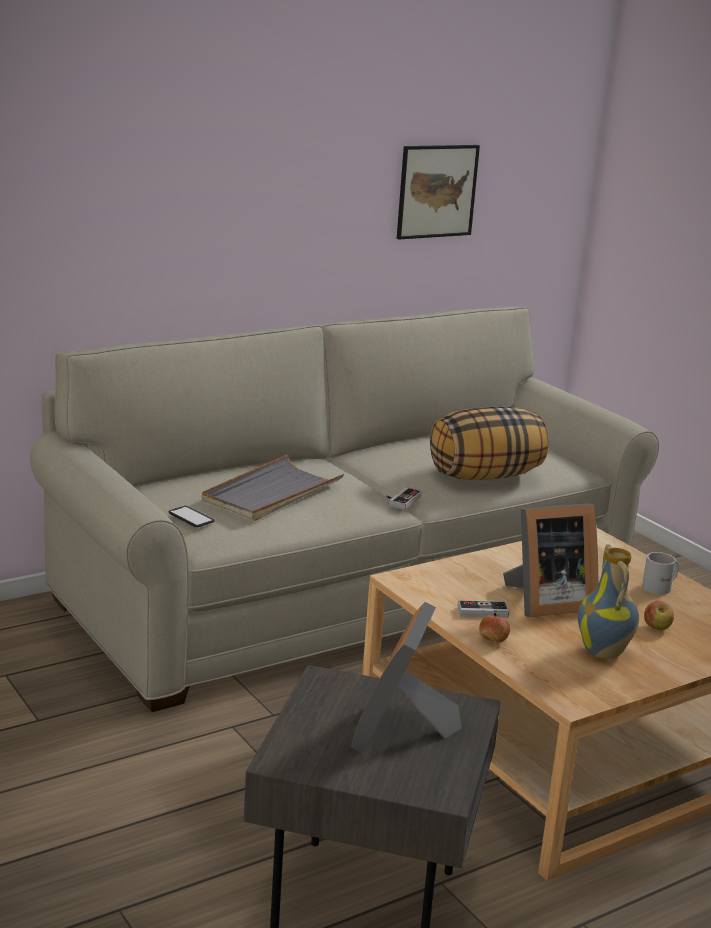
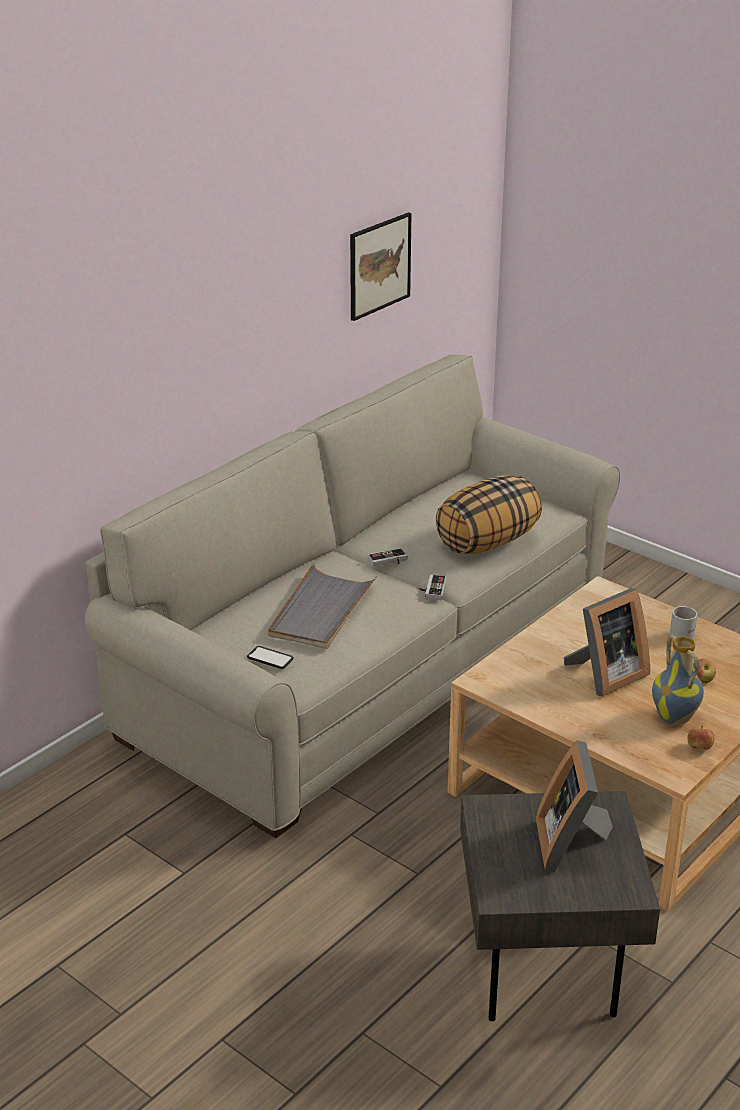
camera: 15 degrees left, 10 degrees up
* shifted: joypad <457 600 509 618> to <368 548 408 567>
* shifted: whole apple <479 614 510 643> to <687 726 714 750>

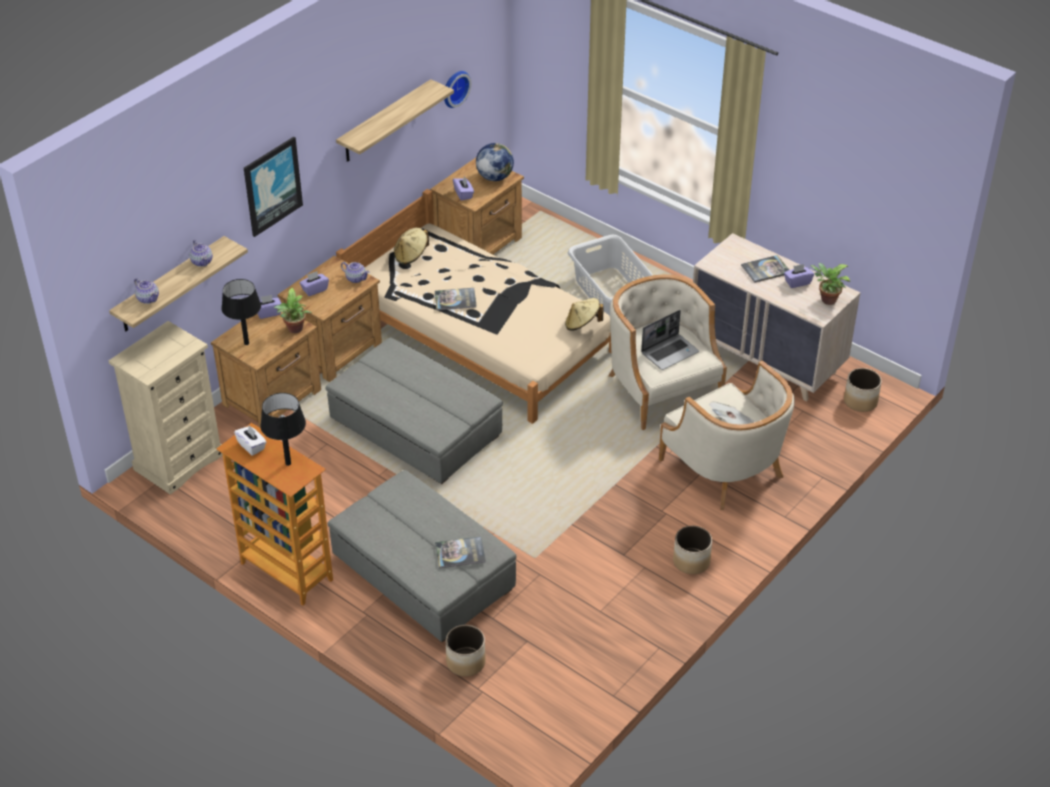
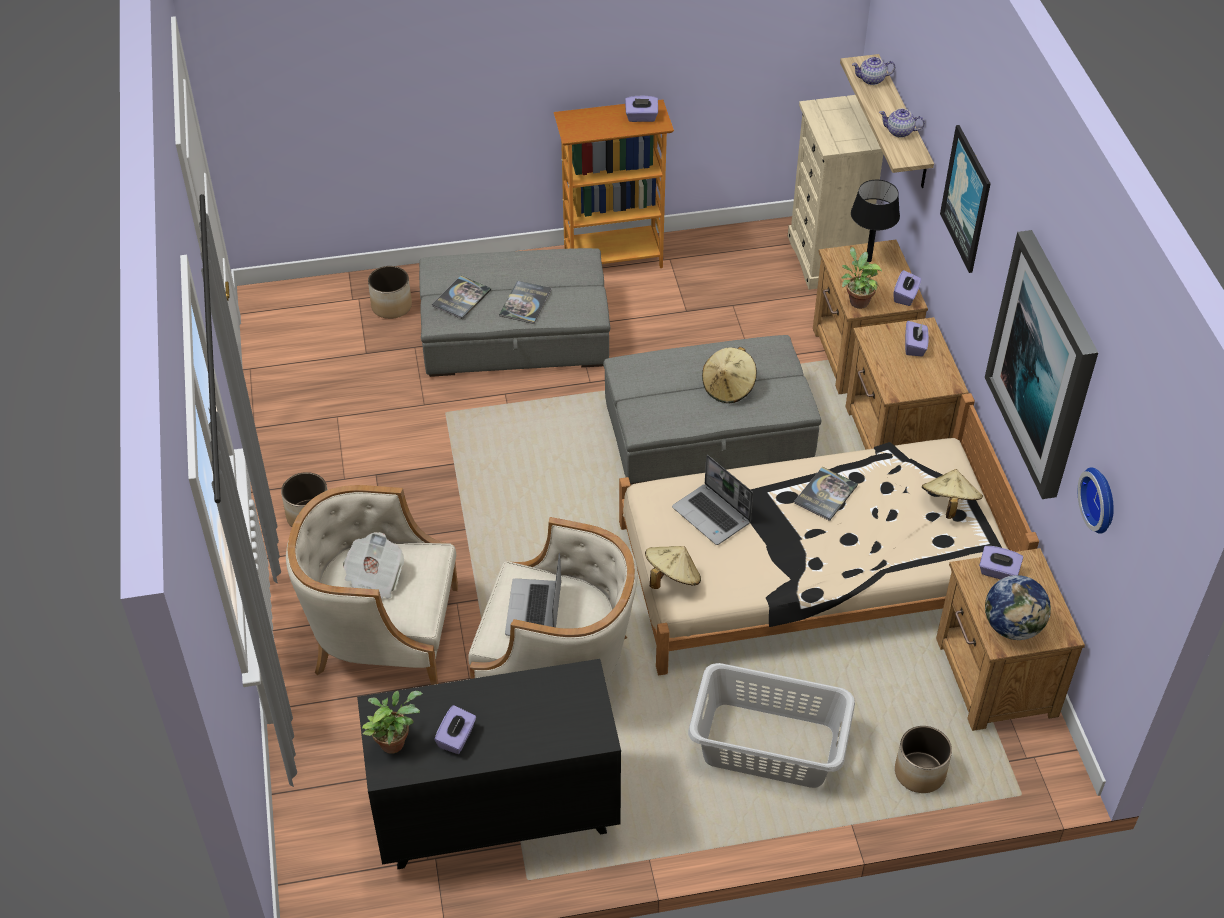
camera: 130 degrees right, 5 degrees up
* swapped: wall shelf <336 79 454 162> to wall picture <985 230 1098 499>
* repainted: dresser in beige <693 233 860 401> to dresser in black <357 659 621 869>
* shifted: book <741 255 789 283> to <499 281 551 324>
* gone: teapot <341 262 369 283>
* shifted: planter <844 368 882 412> to <895 726 952 793>
* gone: table lamp in black <260 393 306 466>
* repainted: tissue box in whitish <234 425 267 456> to tissue box in purple <625 96 658 122>
* new: hat in beige <702 347 757 403>
* new: laptop <672 455 753 545>

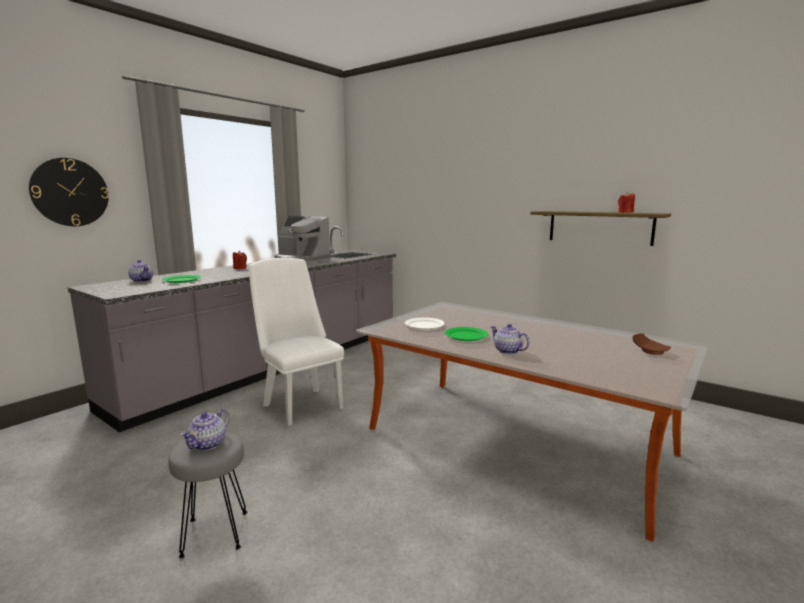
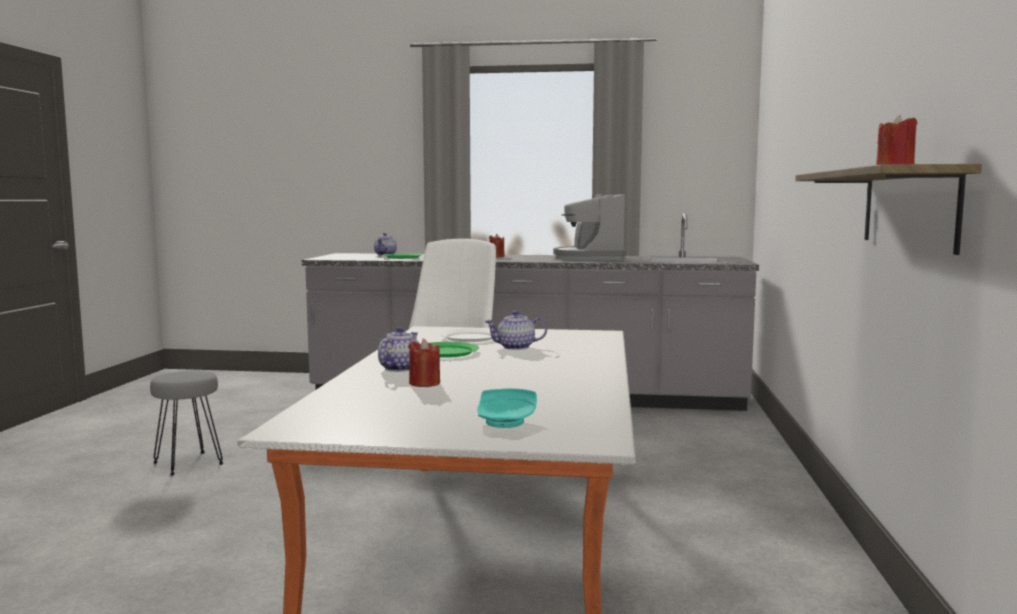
camera: 60 degrees right, 5 degrees down
* gone: wall clock <29 158 109 226>
* repainted: flat dish in brownish <632 333 671 355> to flat dish in turquoise <478 388 537 428>
* shifted: teapot <180 409 229 450> to <485 311 547 350>
* new: wax light in red <408 339 440 387>

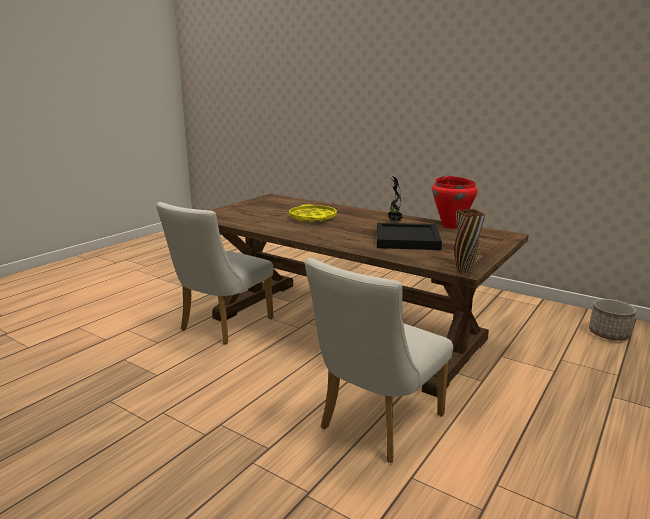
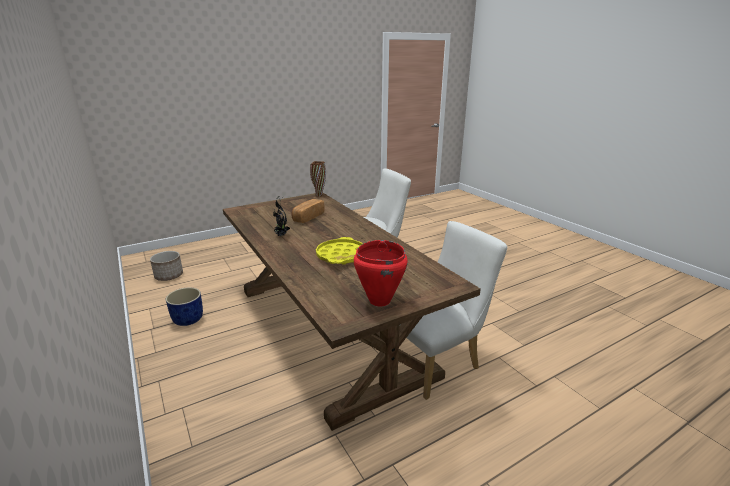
camera: 155 degrees left, 5 degrees up
* shifted: saucepot in red <432 176 477 229> to <354 240 408 306>
* swapped: carrying tray in black <377 223 442 250> to bread <292 199 325 223>
* new: planter in blue-coloured <166 287 203 326>

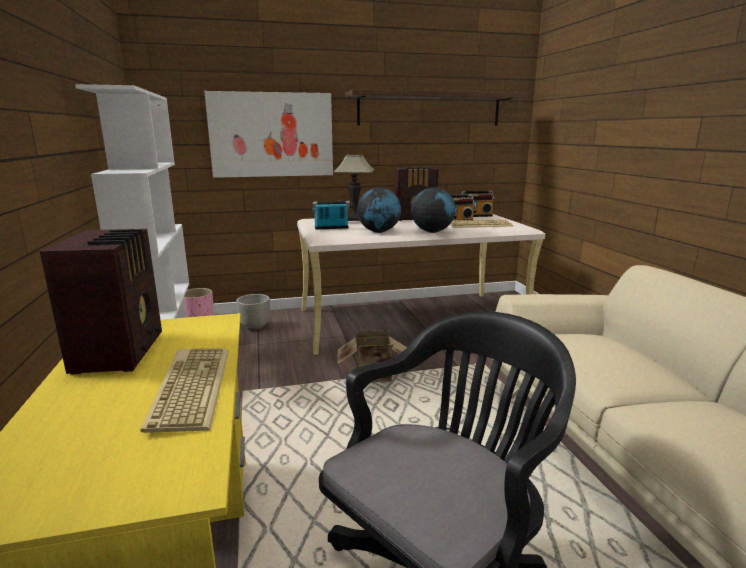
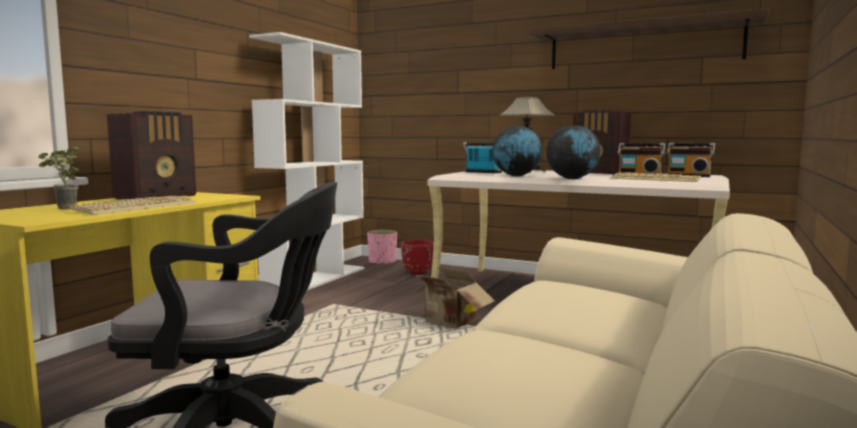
camera: 40 degrees right, 10 degrees down
* gone: wall picture <204 91 333 178>
* repainted: planter in greyish <236 294 270 330> to planter in red <401 240 434 275>
* new: potted plant <38 147 80 210>

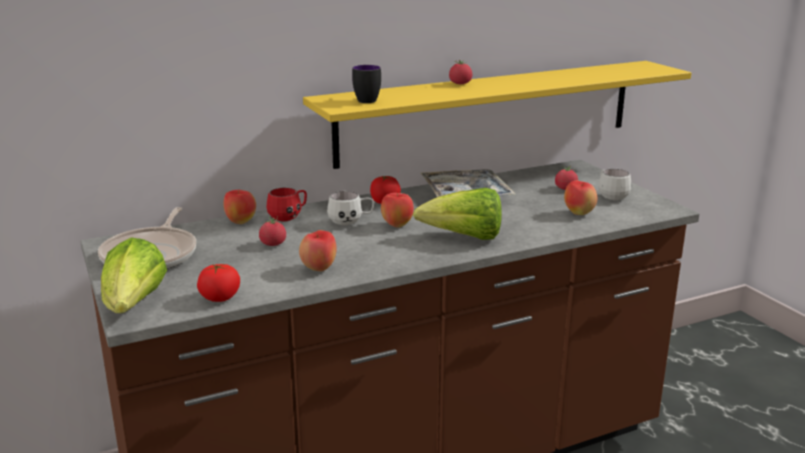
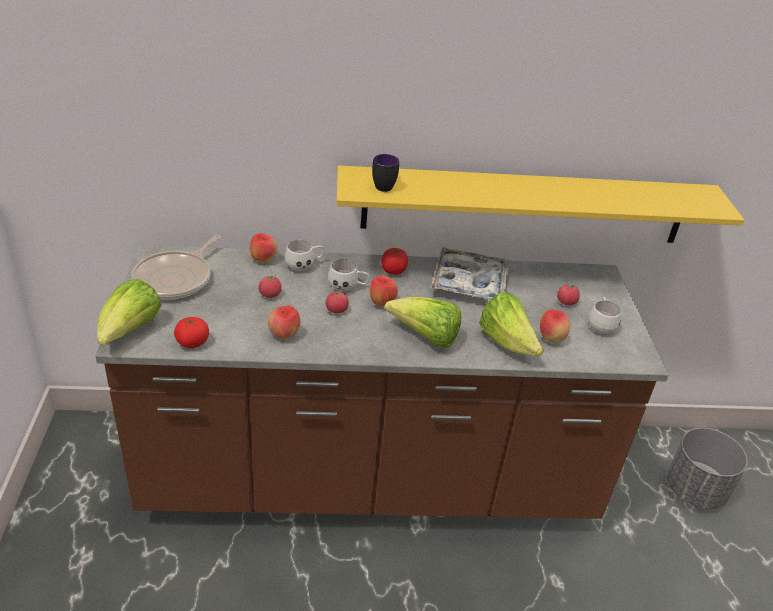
camera: 20 degrees right, 15 degrees up
* shifted: tomato <449 60 472 84> to <326 288 349 313>
* repainted: mug in red <267 187 307 221> to mug in whitish <285 240 324 271>
* new: lettuce head <479 292 544 356>
* new: planter in greyish <667 428 748 509>

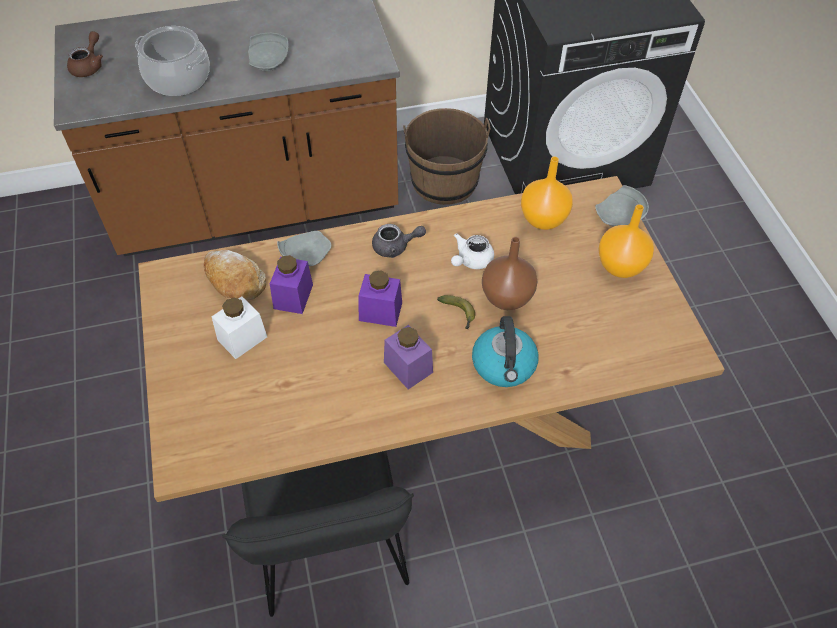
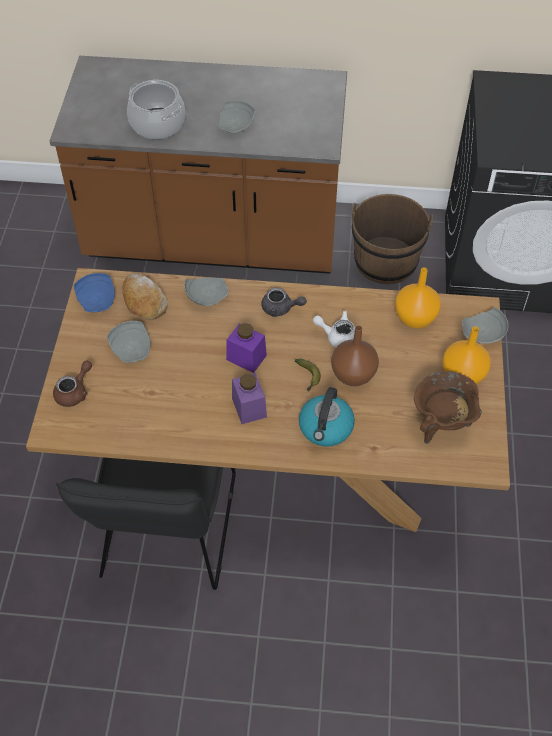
camera: 20 degrees right, 0 degrees up
* shifted: teapot in brownish <67 31 103 77> to <53 360 92 407>
* rotated: teapot in whitish <451 233 494 269> = <313 311 355 347> 45 degrees clockwise
* gone: jar in purple <270 255 313 314>
* swapped: jar in whitish <212 297 267 359> to flat dish in greyish <107 321 150 363>
* new: flat dish in blue-coloured <74 273 115 312>
* new: saucepot in brownish <414 371 482 444>

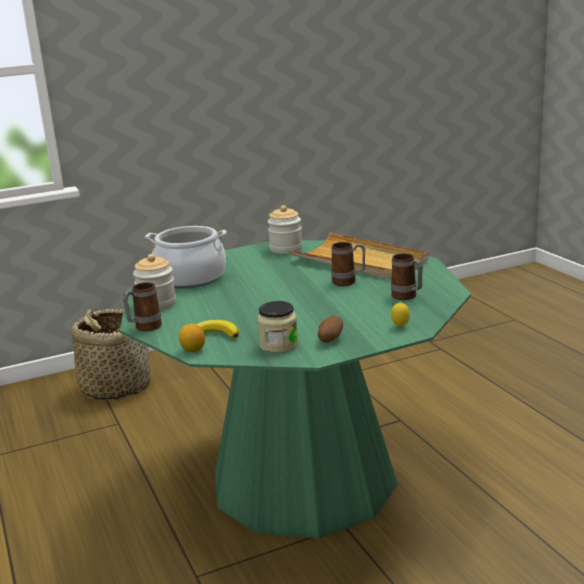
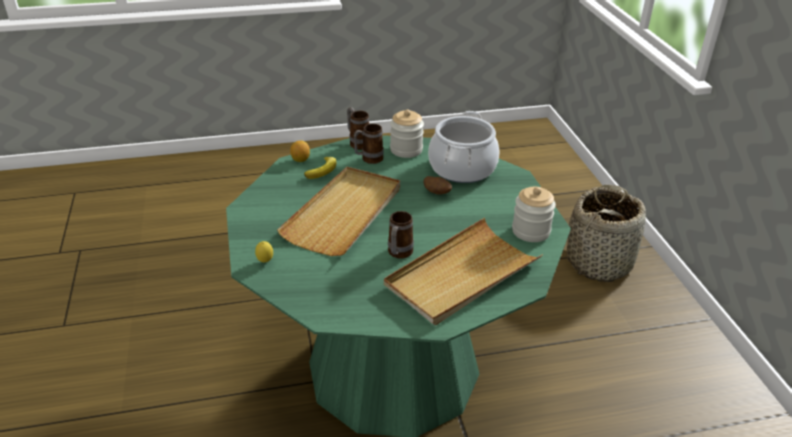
camera: 100 degrees right, 15 degrees up
* shifted: mug <391 253 423 300> to <354 124 384 164>
* gone: jar <257 301 298 353>
* shifted: potato <318 316 343 343> to <424 176 452 195>
* new: carrying tray in beige <277 167 400 256>

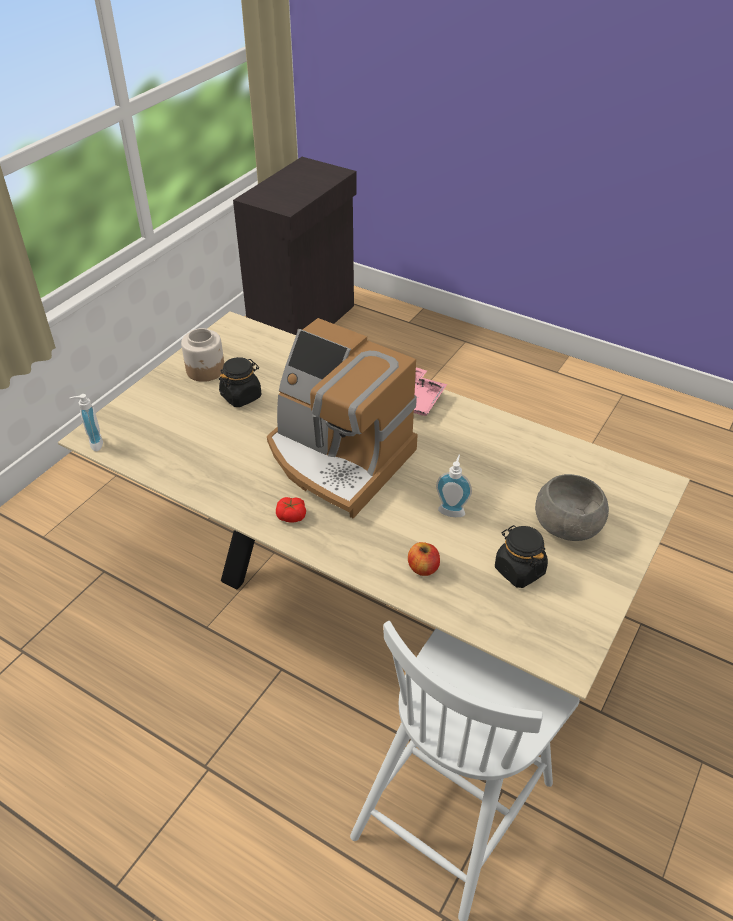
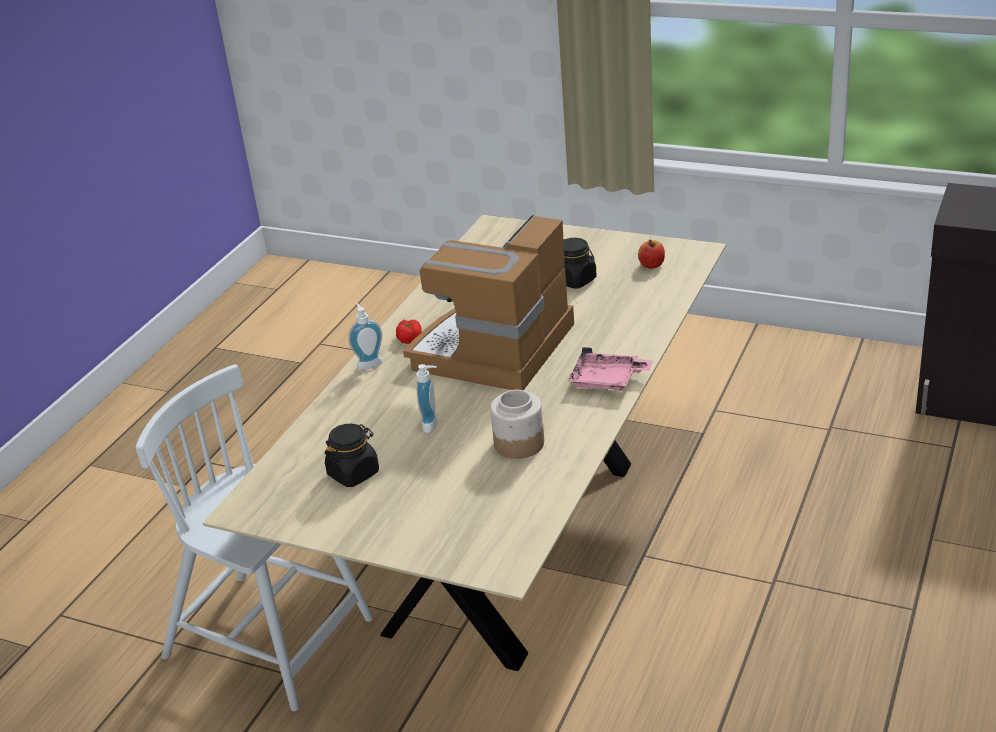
camera: 85 degrees right, 10 degrees down
* shifted: jar <181 328 224 382> to <490 390 544 459>
* shifted: soap bottle <69 394 103 451> to <348 303 383 370>
* gone: deep dish in greyish <535 474 609 541>
* shifted: whole apple <408 542 440 576> to <638 240 665 269>

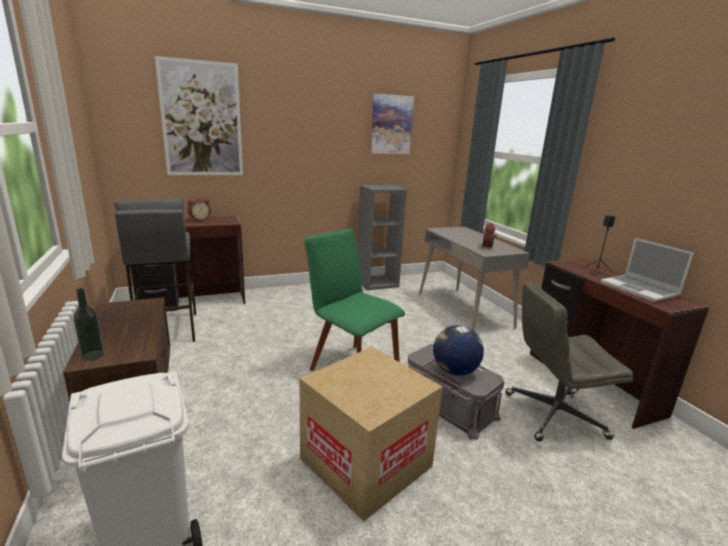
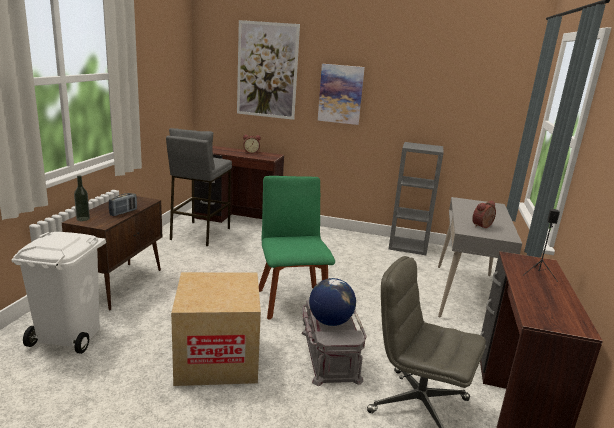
camera: 35 degrees right, 0 degrees up
* shifted: wall picture <371 93 414 154> to <318 64 365 125>
* gone: laptop <601 238 694 302>
* new: radio <109 193 137 216>

